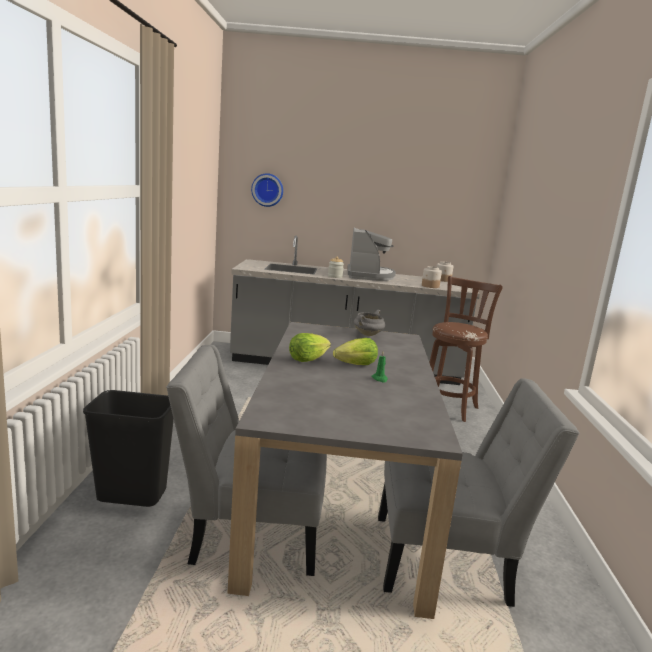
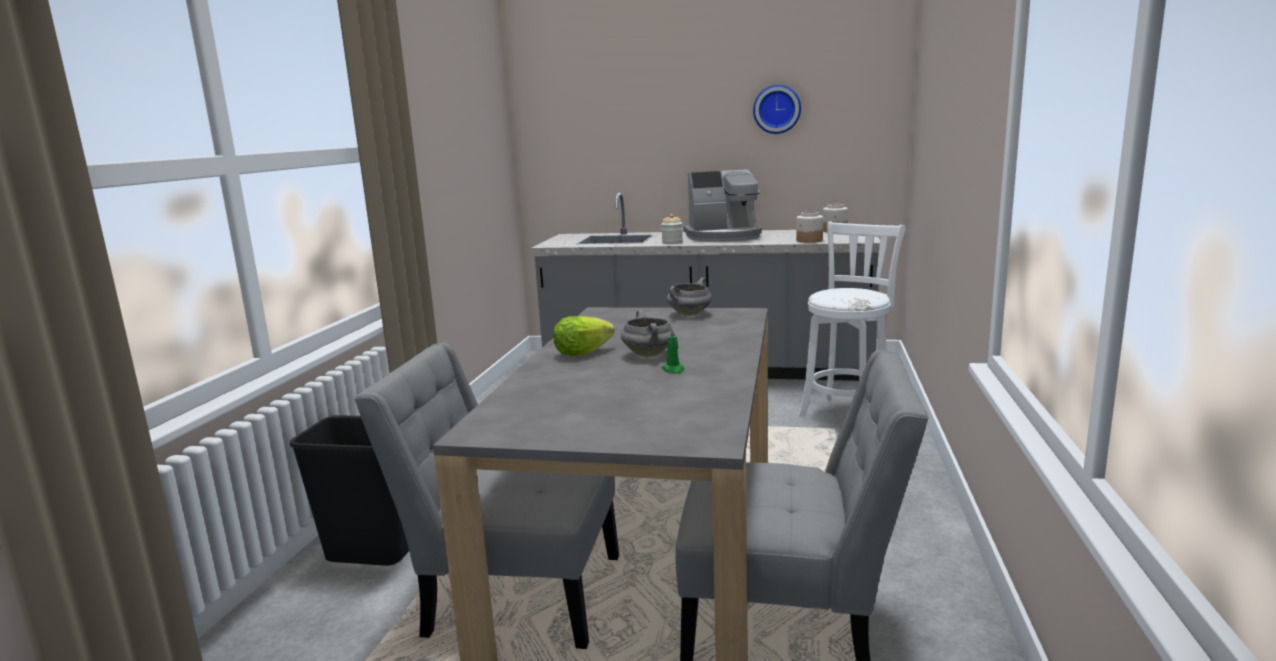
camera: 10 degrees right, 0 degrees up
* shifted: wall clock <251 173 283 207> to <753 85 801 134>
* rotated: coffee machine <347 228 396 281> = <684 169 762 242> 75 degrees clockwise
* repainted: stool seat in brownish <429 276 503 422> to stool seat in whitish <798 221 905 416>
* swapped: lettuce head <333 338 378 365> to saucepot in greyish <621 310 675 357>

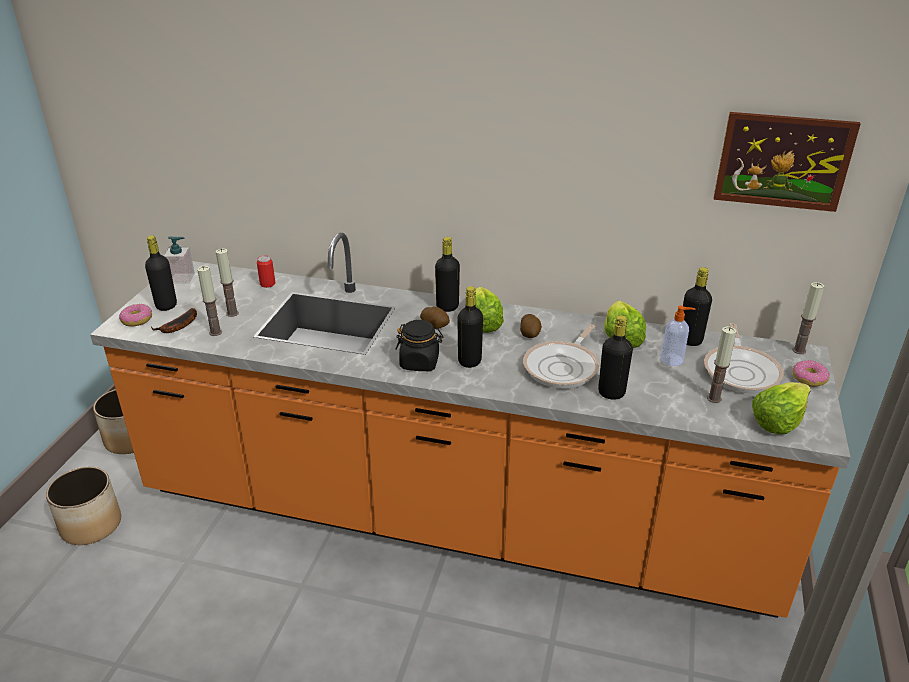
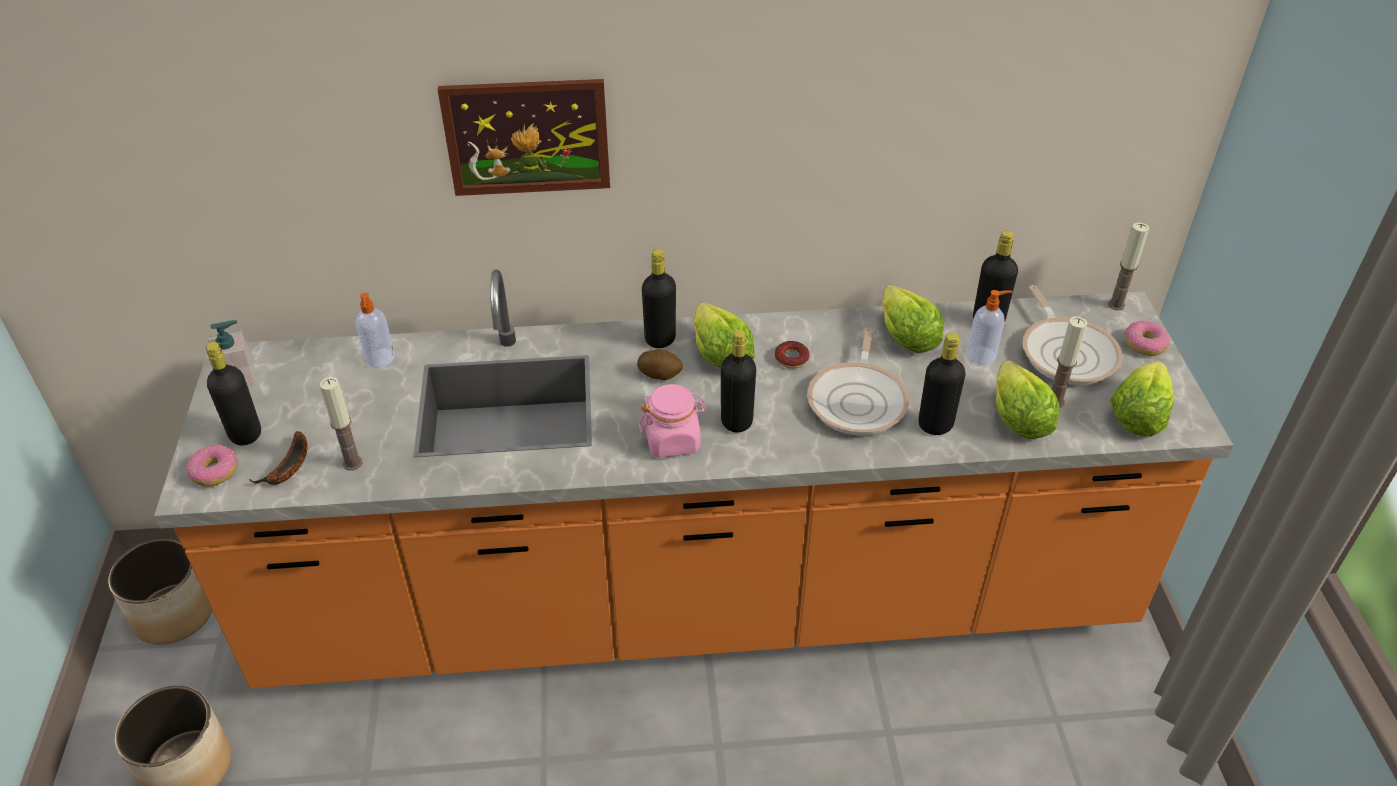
camera: 20 degrees left, 10 degrees up
* shifted: wall picture <713 112 860 212> to <438 79 610 196>
* gone: wax light <216 248 239 317>
* swapped: can <257 255 275 288> to soap bottle <356 293 395 368>
* swapped: potato <520 314 542 338> to ring doughnut <774 341 809 368>
* repainted: jar in black <396 320 443 371> to jar in pink-coloured <639 384 706 458>
* new: lettuce head <996 360 1060 439>

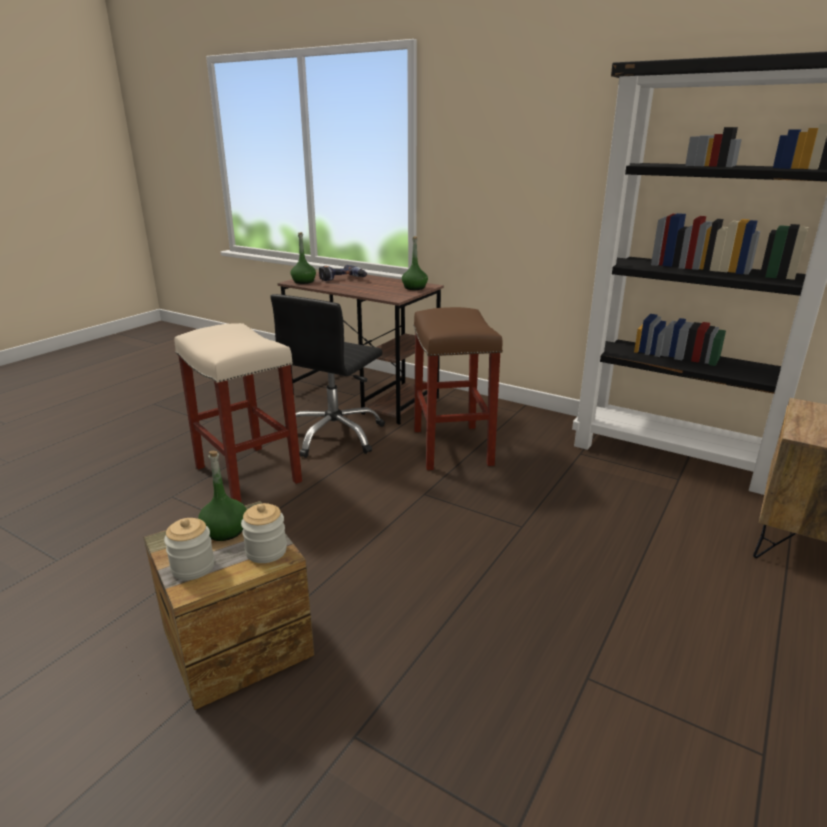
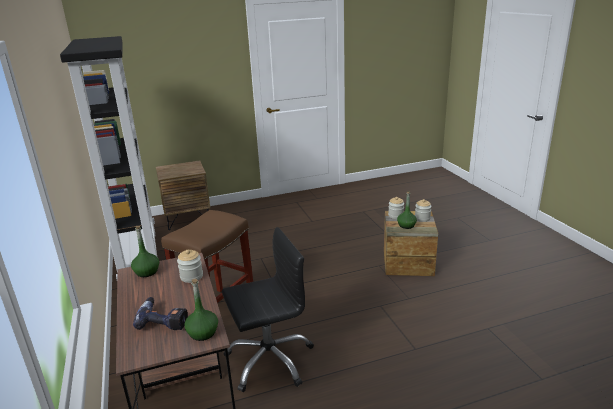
camera: 140 degrees left, 0 degrees up
* gone: stool seat in beige <175 323 302 502>
* new: jar <177 250 203 283>

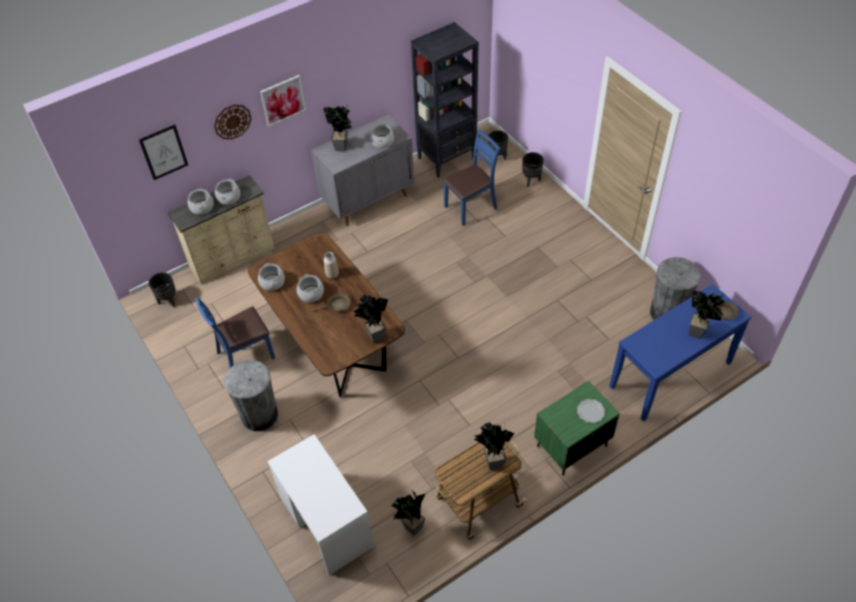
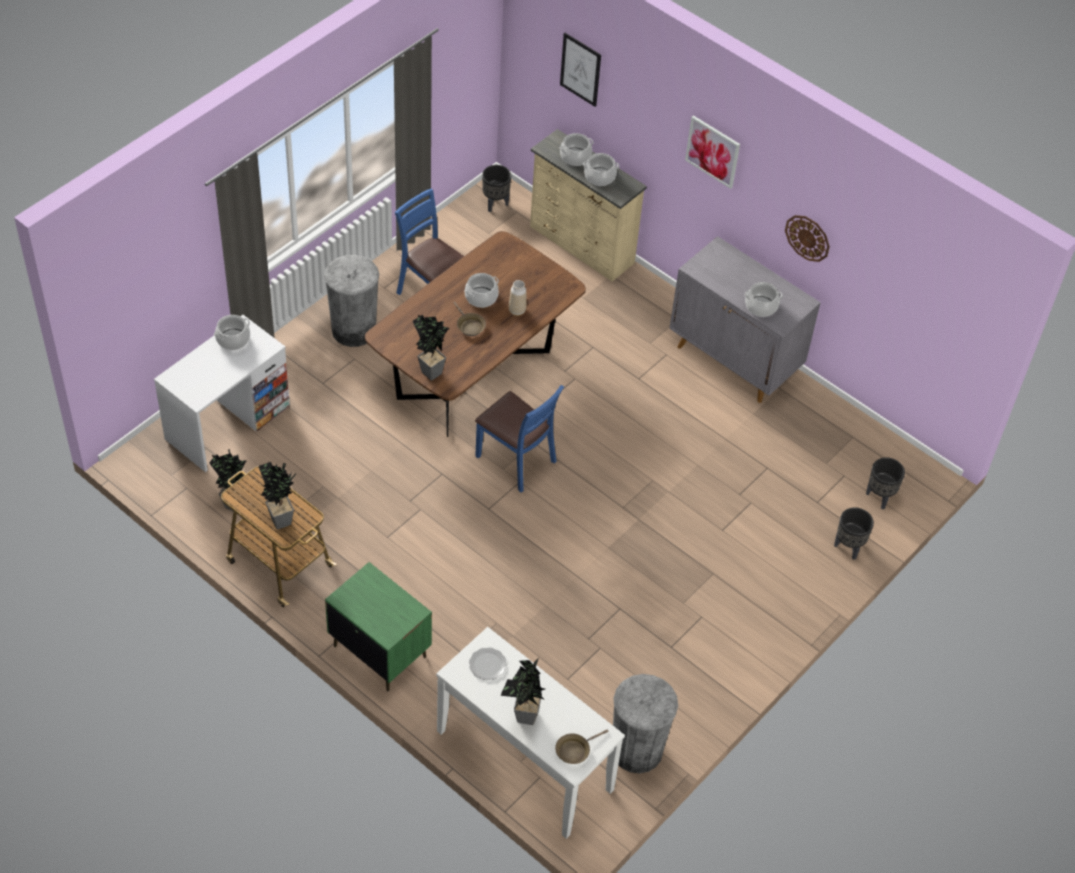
camera: 70 degrees right, 0 degrees up
* gone: bookcase in black <411 22 479 178>
* shifted: wall clock <214 105 251 139> to <785 215 830 262>
* gone: potted plant <323 106 352 151>
* shifted: plain chair in blue-coloured <442 130 501 226> to <475 385 564 493>
* shifted: saucepot <258 263 285 291> to <214 315 250 350>
* repainted: console table in blue-coloured <609 284 751 422> to console table in whitish <436 627 625 839>
* shifted: flat dish <577 399 605 423> to <469 647 507 680>

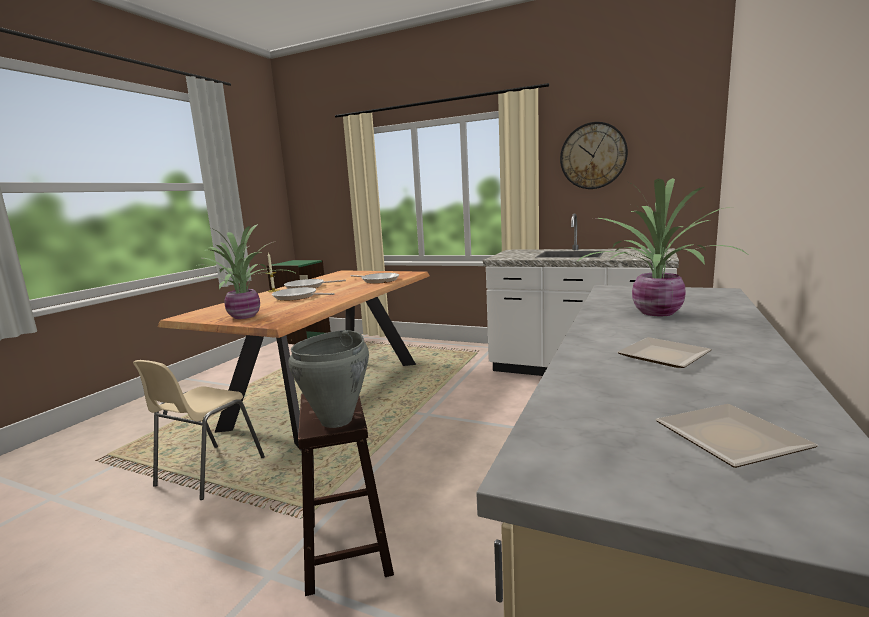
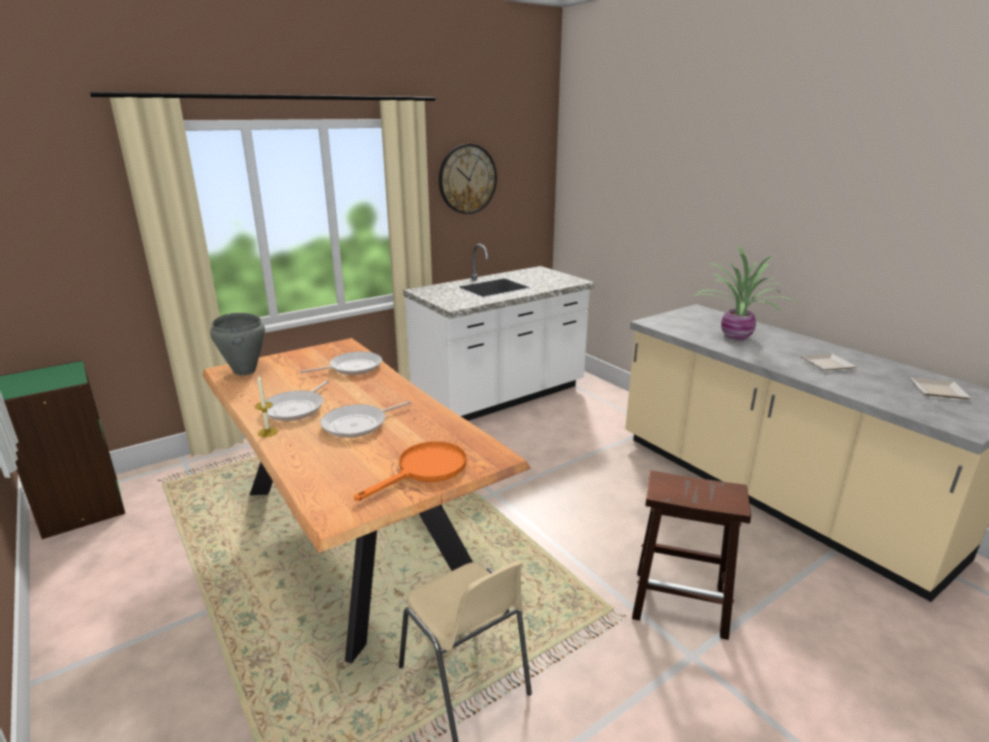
camera: 60 degrees left, 10 degrees up
* swapped: potted plant <190 224 297 319> to skillet in orangey <354 441 467 501>
* shifted: saucepot in greyish <289 330 369 428> to <210 313 265 375>

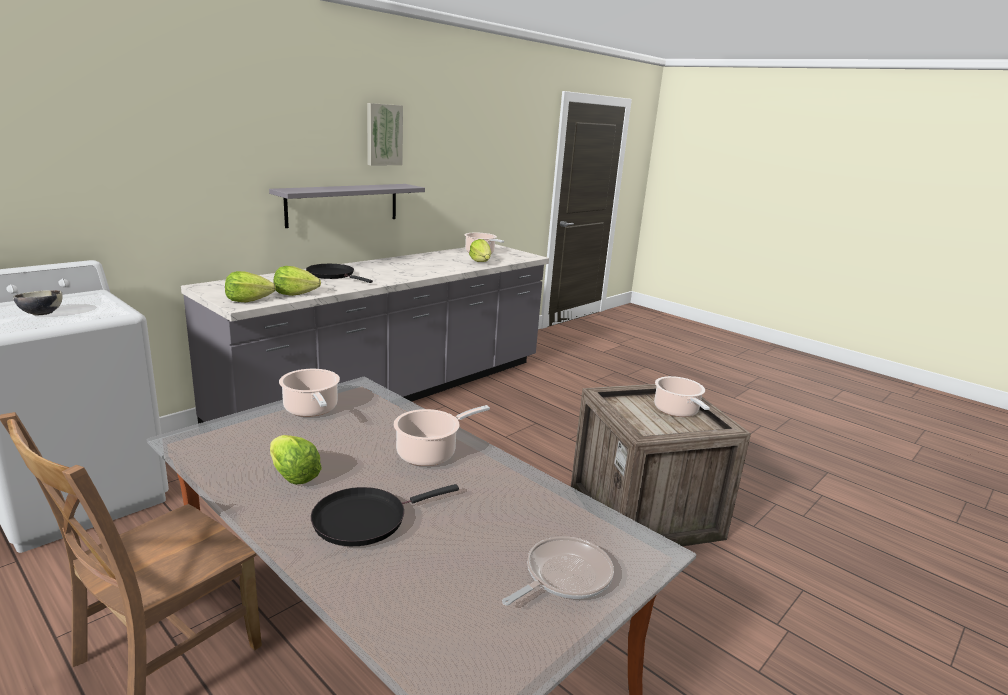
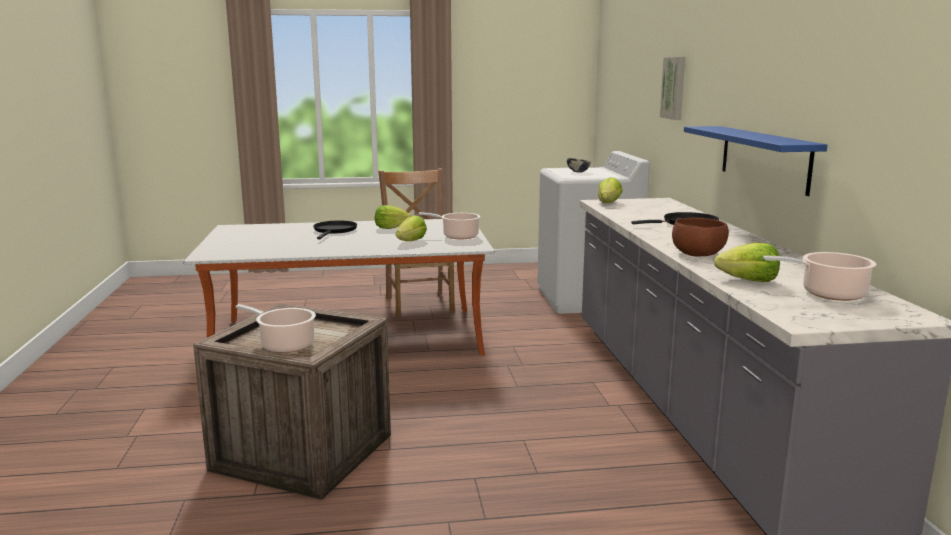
camera: 130 degrees right, 5 degrees down
* shifted: wall picture <367 103 403 166> to <660 57 685 120>
* repainted: wall shelf in greyish <269 184 425 228> to wall shelf in blue-coloured <684 126 828 196>
* shifted: lettuce head <274 266 321 296> to <396 215 427 241>
* gone: saucepot <394 405 490 466>
* gone: skillet <502 536 614 606>
* new: deep dish in brownish <672 218 729 256>

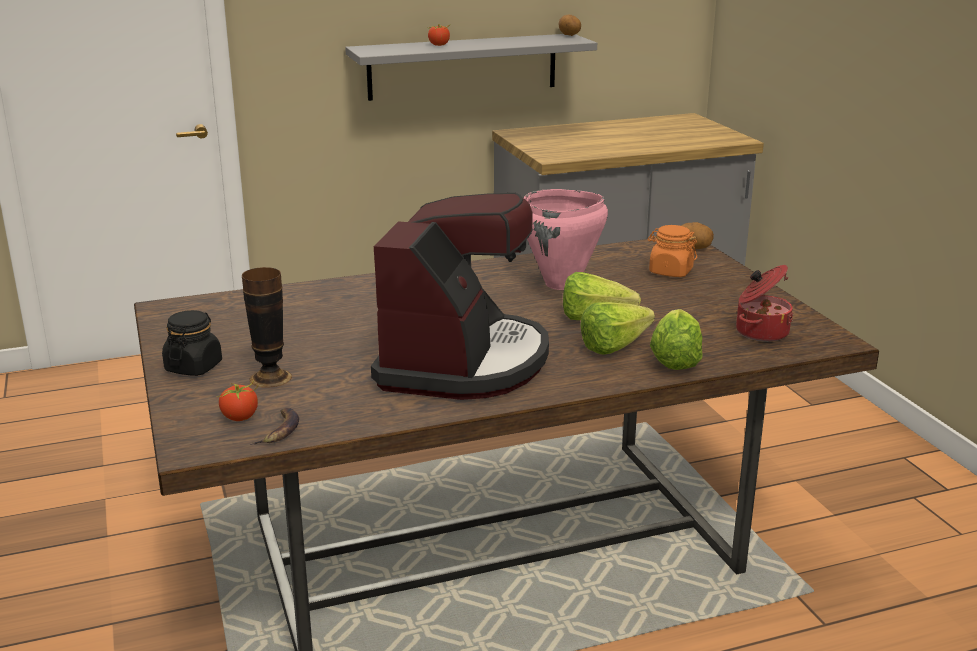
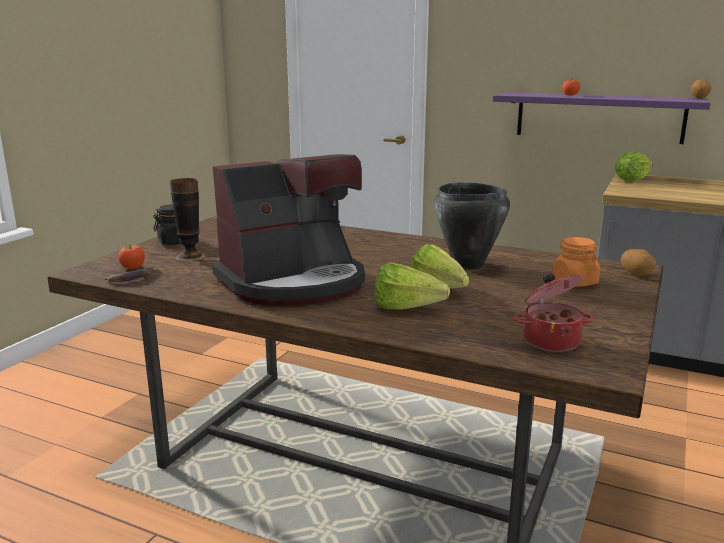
camera: 45 degrees right, 5 degrees down
* repainted: wall shelf in greyish <345 34 597 101> to wall shelf in purple <493 92 711 144>
* repainted: saucepot in pink-coloured <524 189 608 290> to saucepot in black <434 182 510 270>
* shifted: lettuce head <650 309 703 370> to <615 152 652 181>

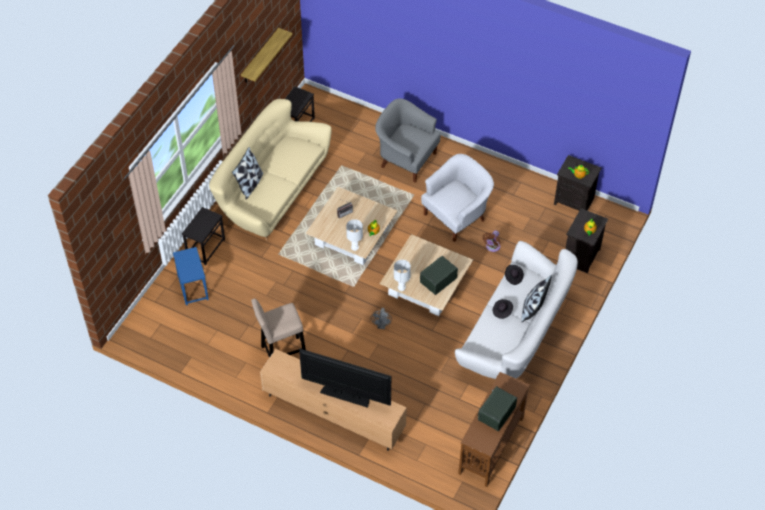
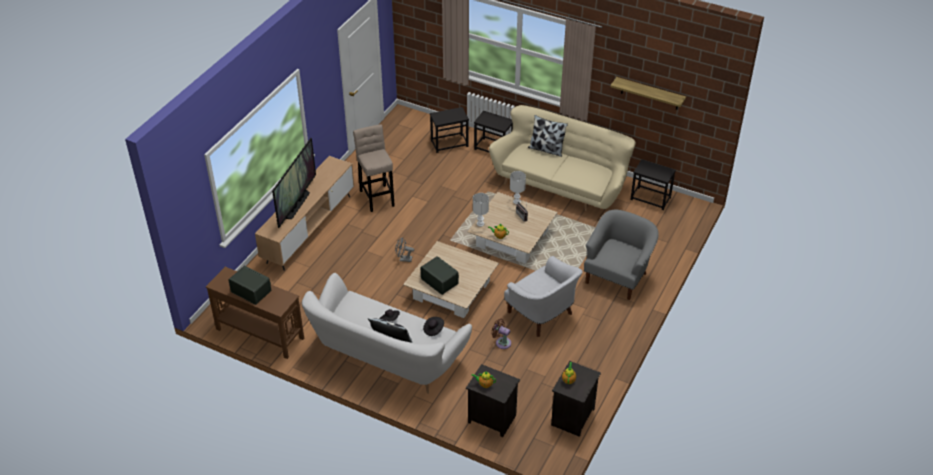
camera: 90 degrees right, 10 degrees down
* repainted: end table in blue-coloured <173 247 209 305> to end table in black <430 107 469 153>
* shifted: table lamp in whitish <394 260 411 291> to <510 171 526 204>

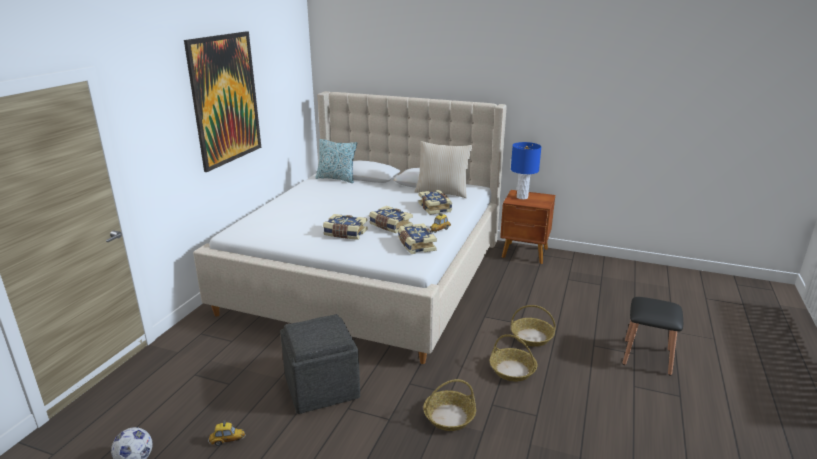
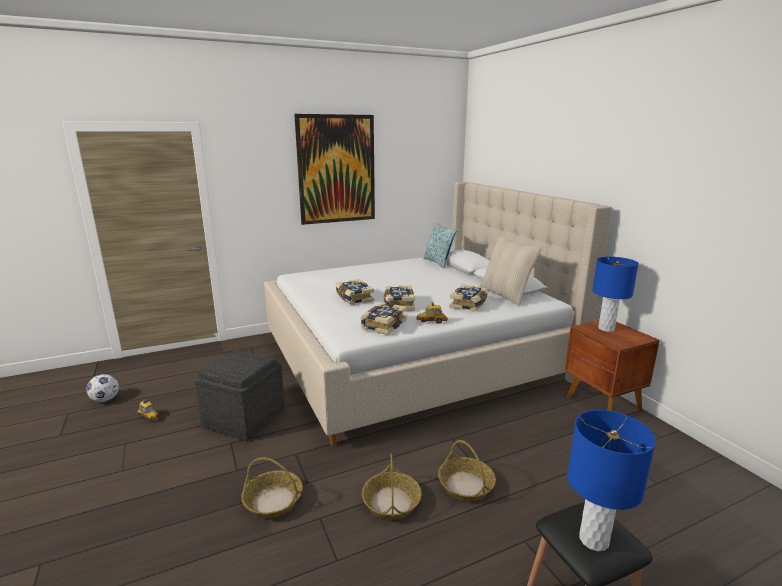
camera: 45 degrees right, 5 degrees down
* new: table lamp in blue-coloured <567 410 656 551>

